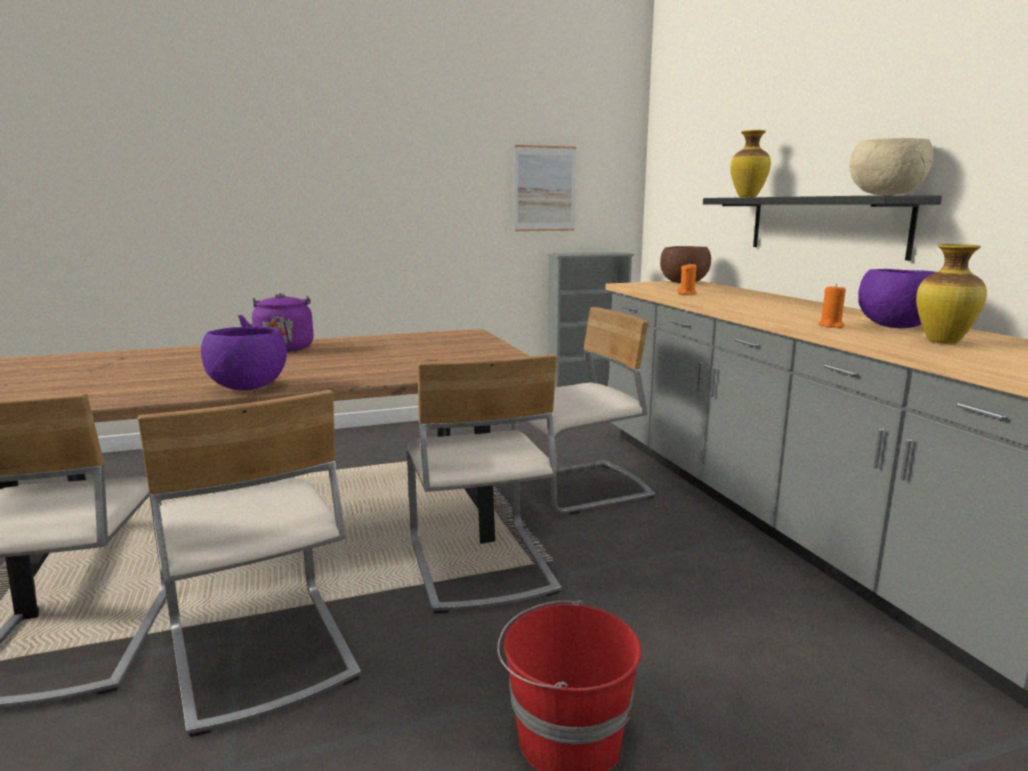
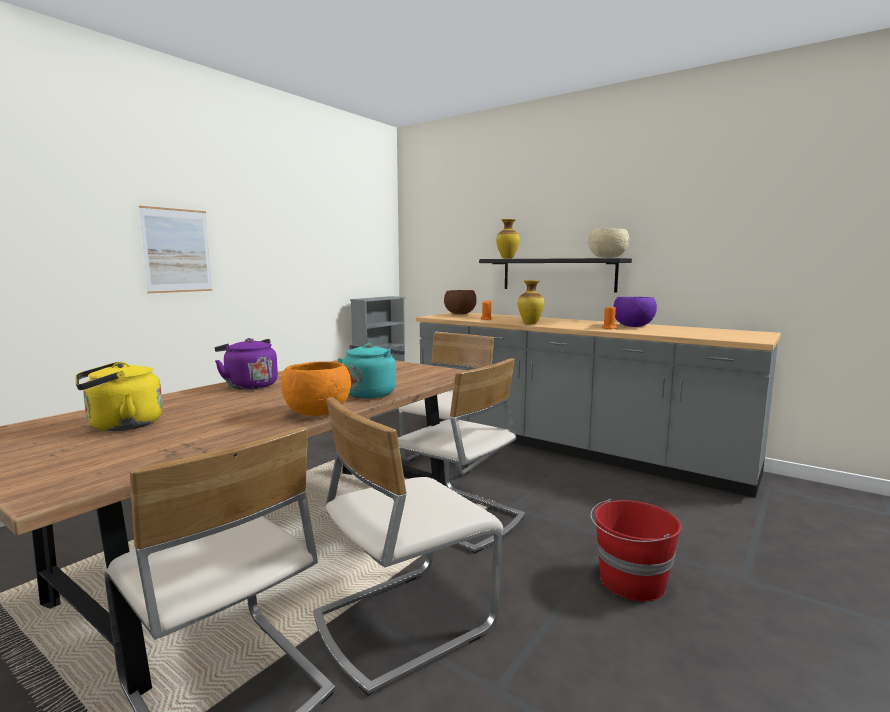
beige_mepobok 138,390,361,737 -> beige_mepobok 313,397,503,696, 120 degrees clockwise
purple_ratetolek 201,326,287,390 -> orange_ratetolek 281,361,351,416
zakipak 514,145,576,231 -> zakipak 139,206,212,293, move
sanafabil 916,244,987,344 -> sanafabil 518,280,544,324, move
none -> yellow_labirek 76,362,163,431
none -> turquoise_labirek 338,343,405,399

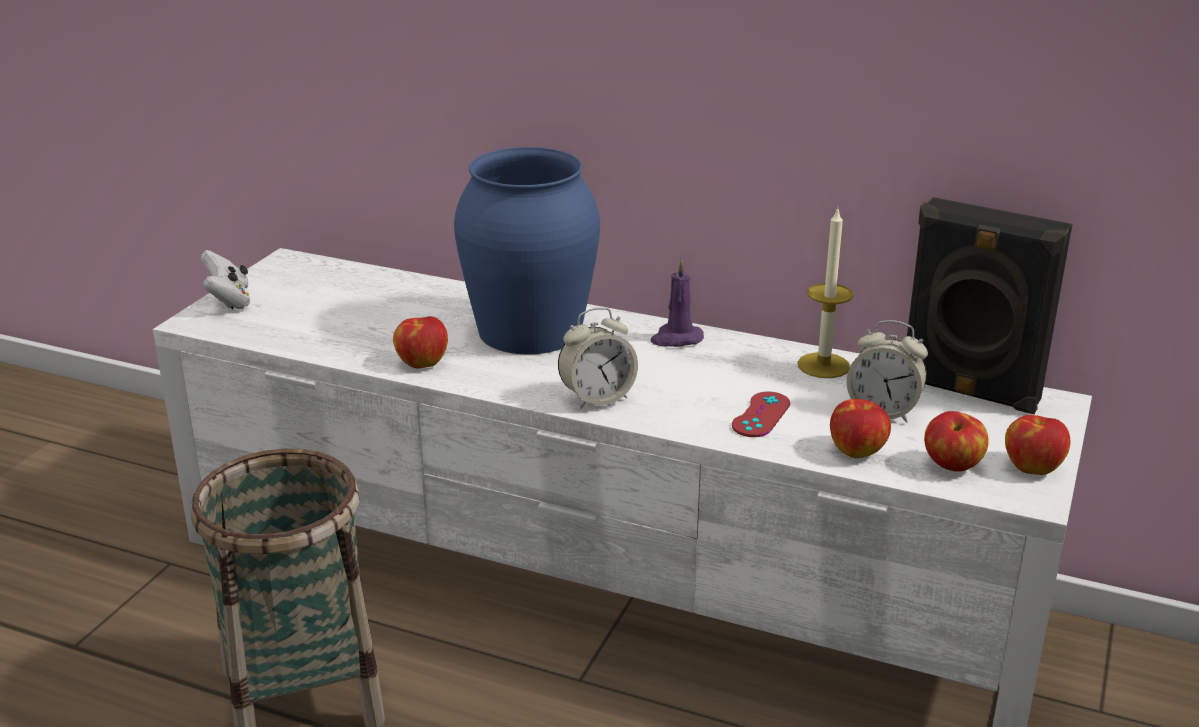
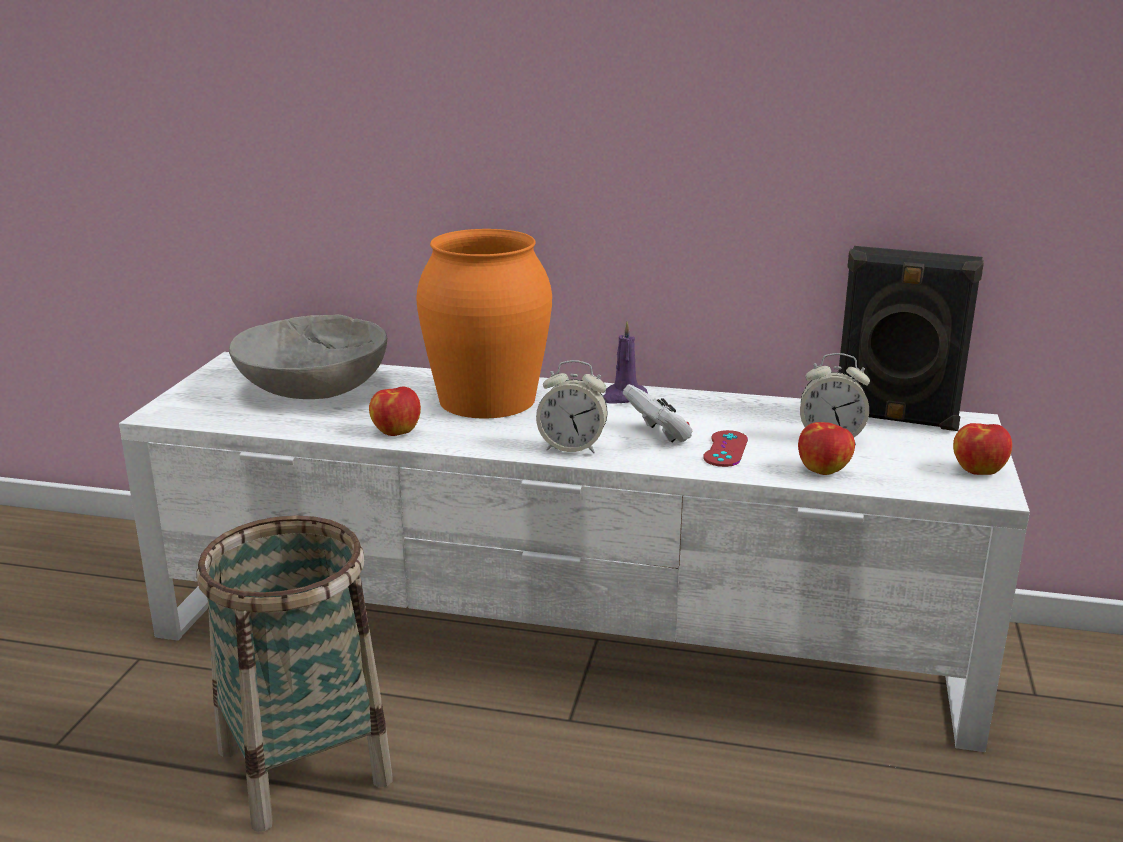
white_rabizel 201,250,250,309 -> white_rabizel 623,384,692,443, move
blue_sanafabil 454,147,600,354 -> orange_sanafabil 416,229,552,419
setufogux 558,307,638,409 -> setufogux 536,360,608,453, 45 degrees clockwise
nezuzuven 798,206,853,378 -> none
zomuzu 924,411,989,472 -> none
none -> grey_ratetolek 229,314,387,399

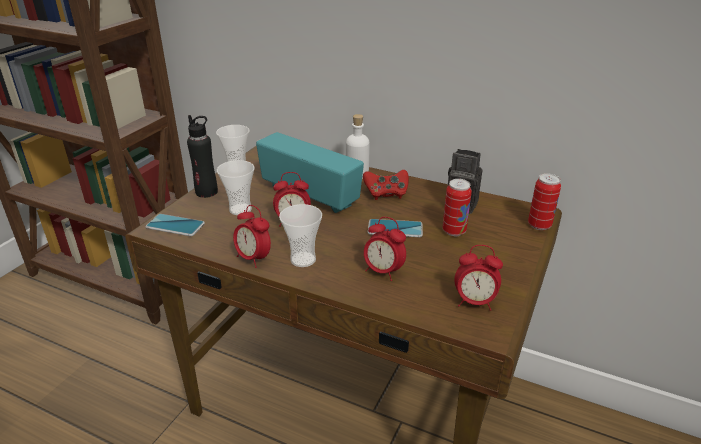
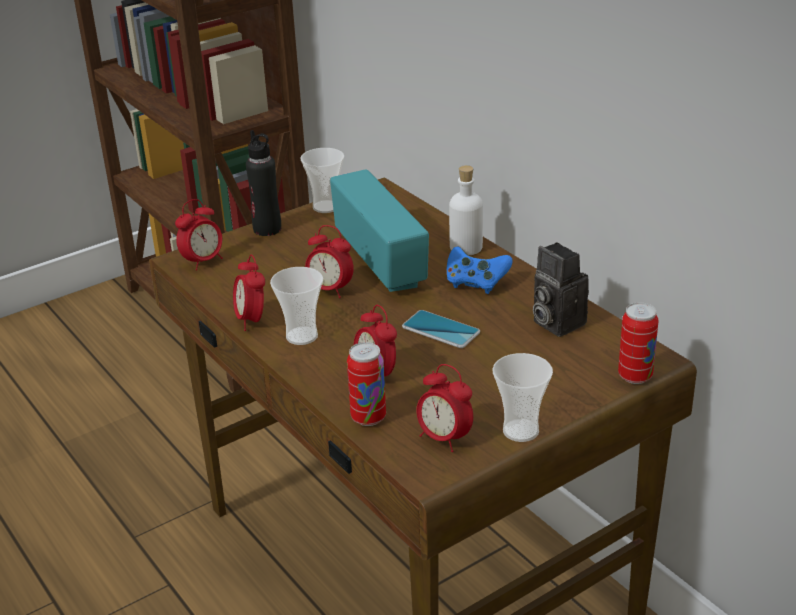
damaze 146,214,205,236 -> setufogux 175,199,223,270
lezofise 217,160,255,215 -> lezofise 492,353,553,442, move
red_rabizel 363,170,409,200 -> blue_rabizel 447,246,513,294
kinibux 443,179,472,236 -> kinibux 347,342,386,426, move

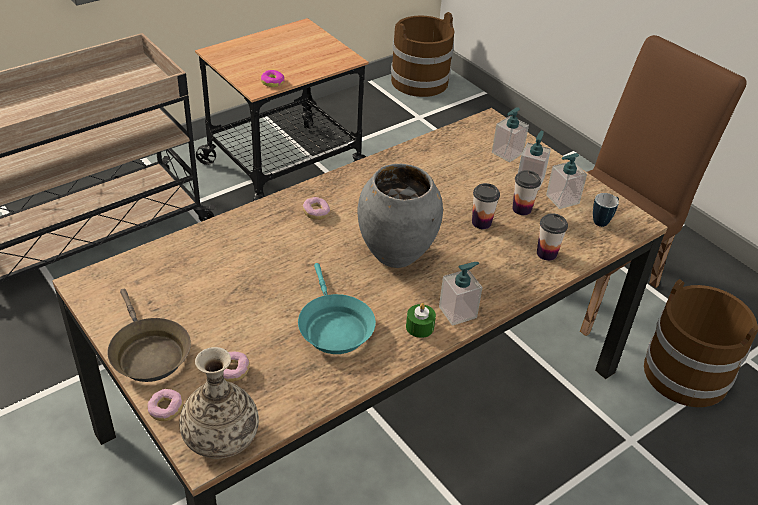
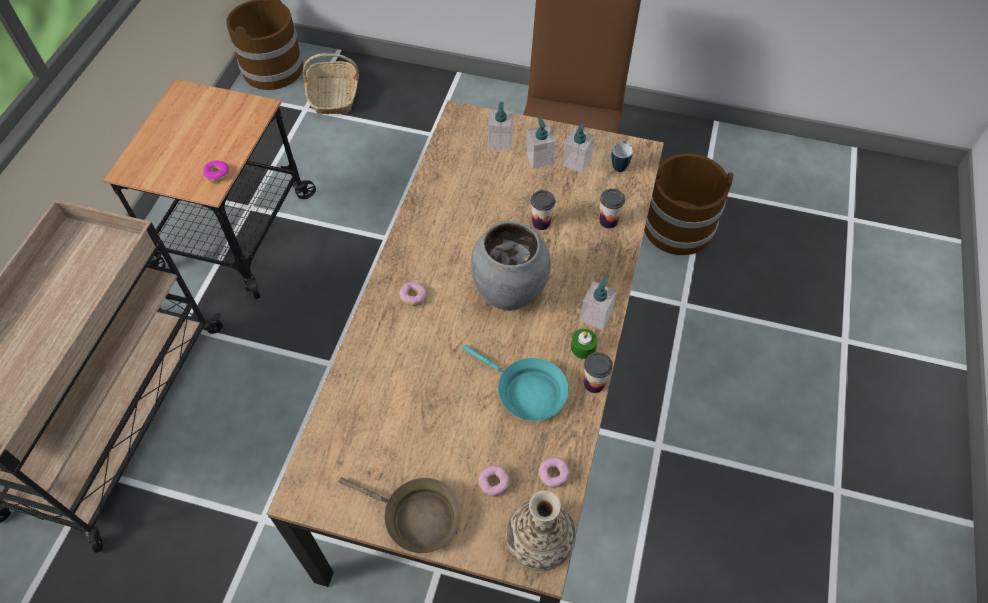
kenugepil 147,389,183,421 -> kenugepil 539,457,570,488, move
lezofise 512,170,541,215 -> lezofise 584,352,613,393, move
none -> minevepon 303,53,359,114

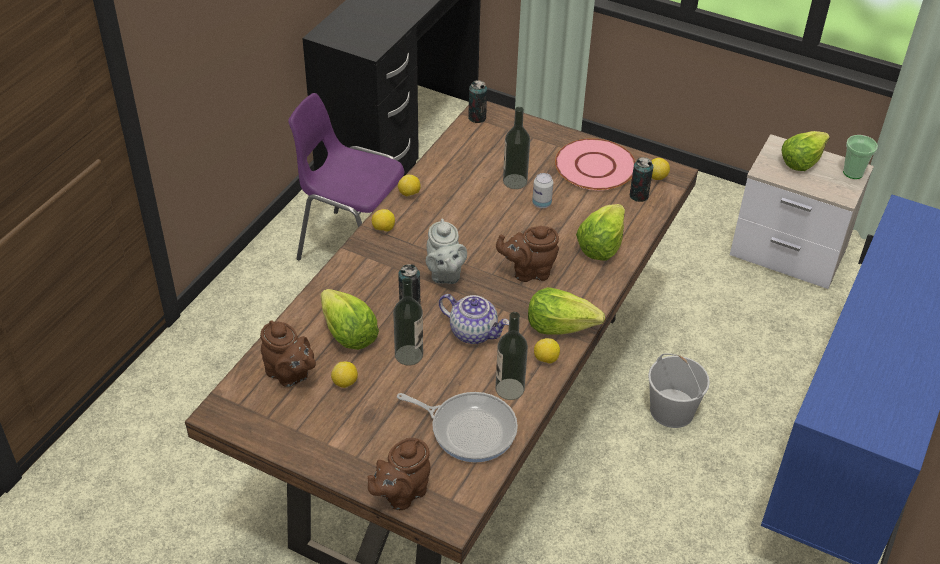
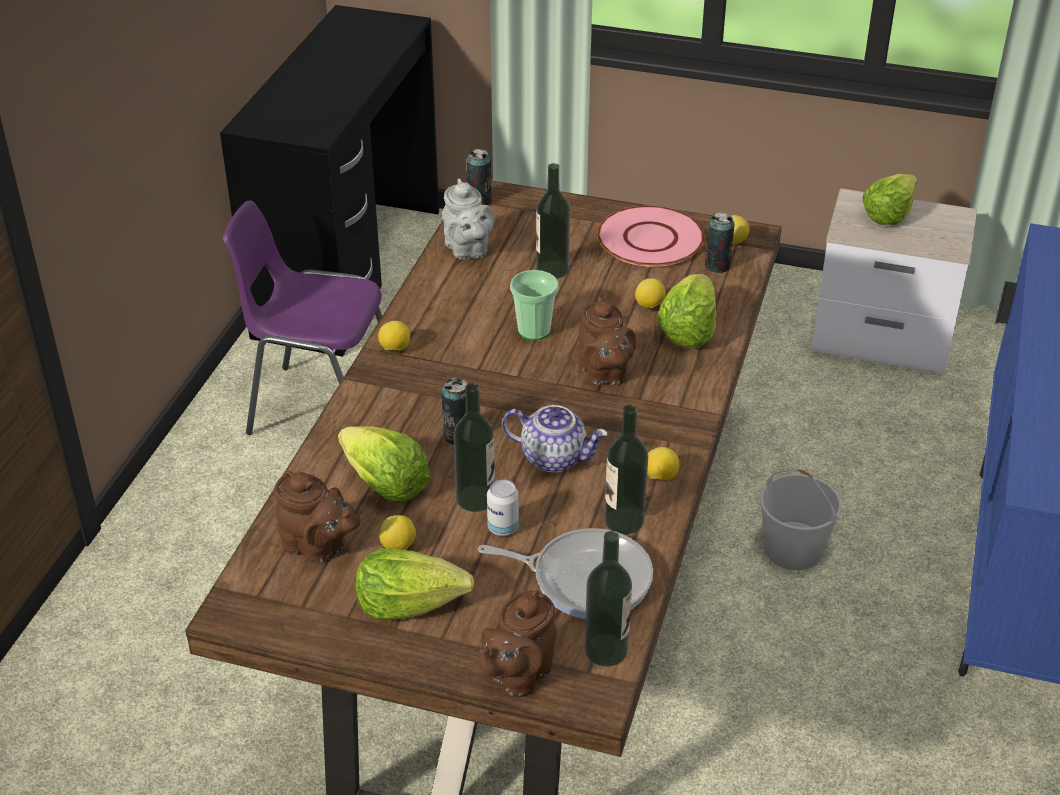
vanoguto 398,174,421,197 -> vanoguto 635,278,666,308, move
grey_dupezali 425,219,467,284 -> grey_dupezali 443,178,494,259, move
brown_dupezali 496,226,559,282 -> brown_dupezali 579,296,636,385, 90 degrees counterclockwise
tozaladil 528,287,605,335 -> tozaladil 356,548,474,620, move
kinibux 532,173,553,208 -> kinibux 487,480,519,536, move
lezofise 843,135,878,179 -> lezofise 510,270,559,341, move
none -> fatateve 585,531,632,666

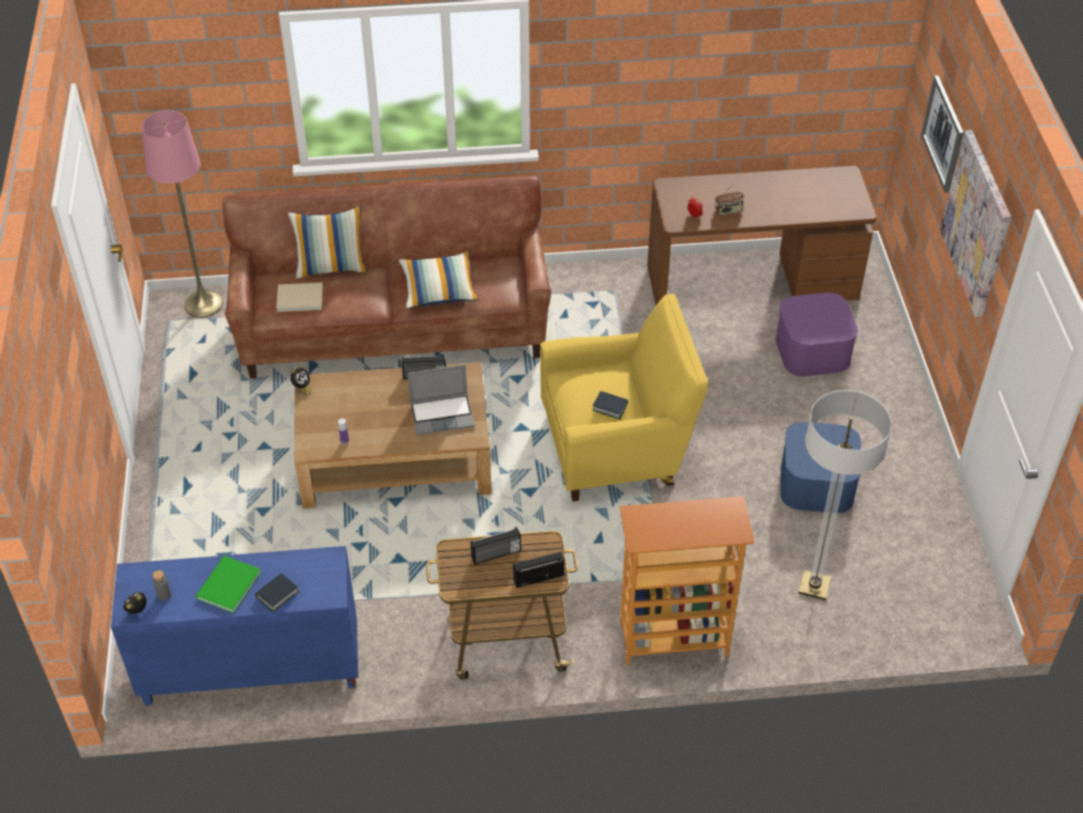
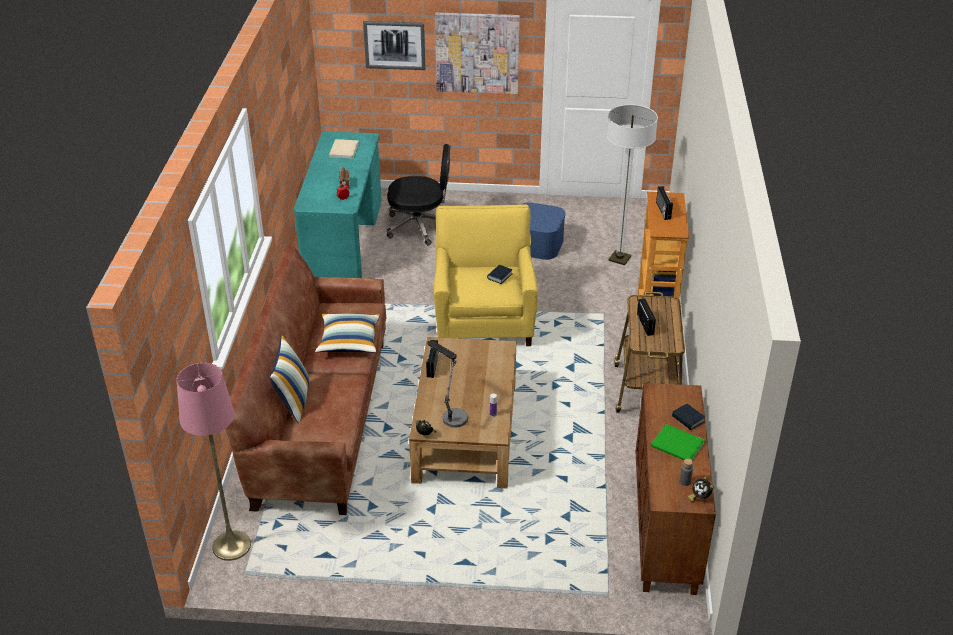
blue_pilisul 111,546,358,706 -> brown_pilisul 635,383,716,595
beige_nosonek 276,283,323,312 -> beige_nosonek 329,139,359,159, move
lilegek 408,364,475,435 -> none
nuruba 513,552,564,588 -> nuruba 656,186,673,220, move
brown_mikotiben 647,166,877,305 -> turquoise_mikotiben 294,131,382,278
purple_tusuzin 776,292,858,377 -> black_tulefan 387,144,451,245
none -> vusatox 427,340,468,428

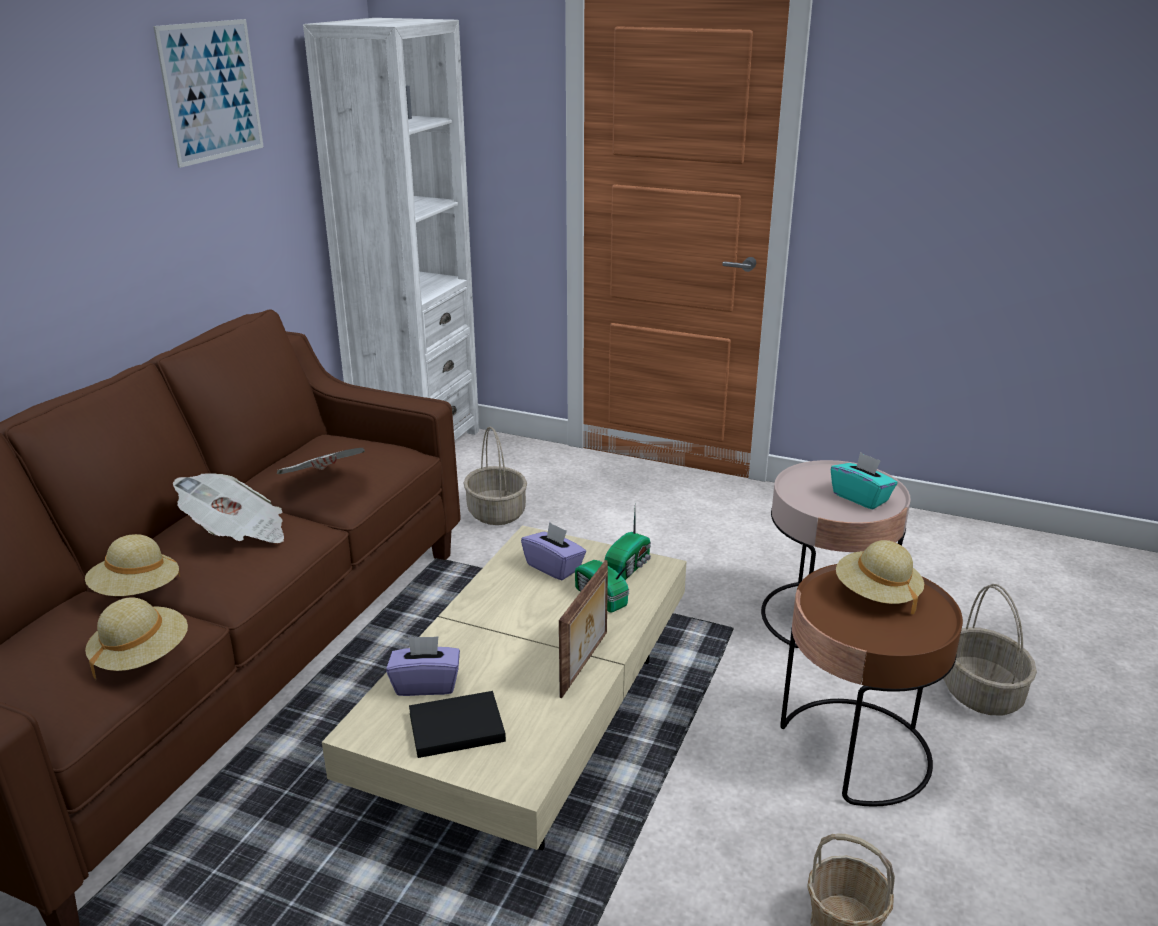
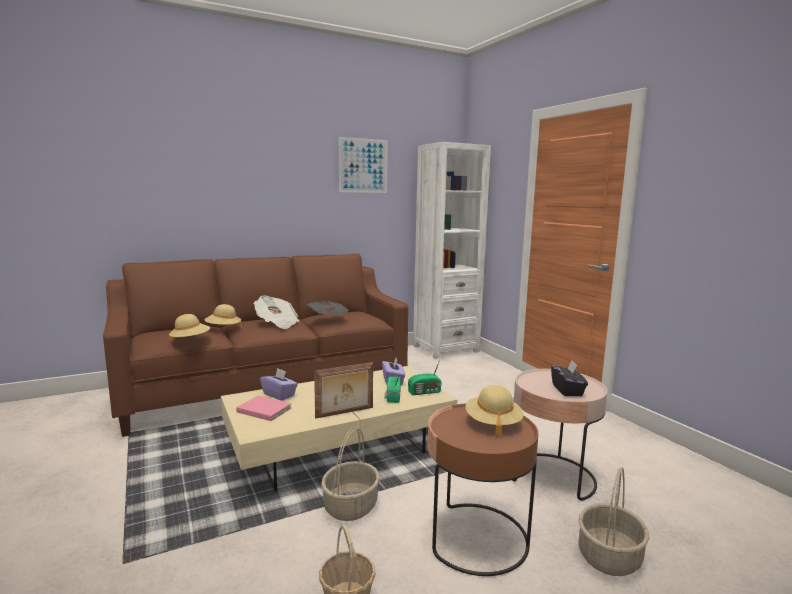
black_nosonek 409,691,506,758 -> pink_nosonek 236,395,292,421
minevepon 463,426,527,525 -> minevepon 321,427,380,521, move
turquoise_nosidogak 830,452,897,510 -> black_nosidogak 551,360,588,396

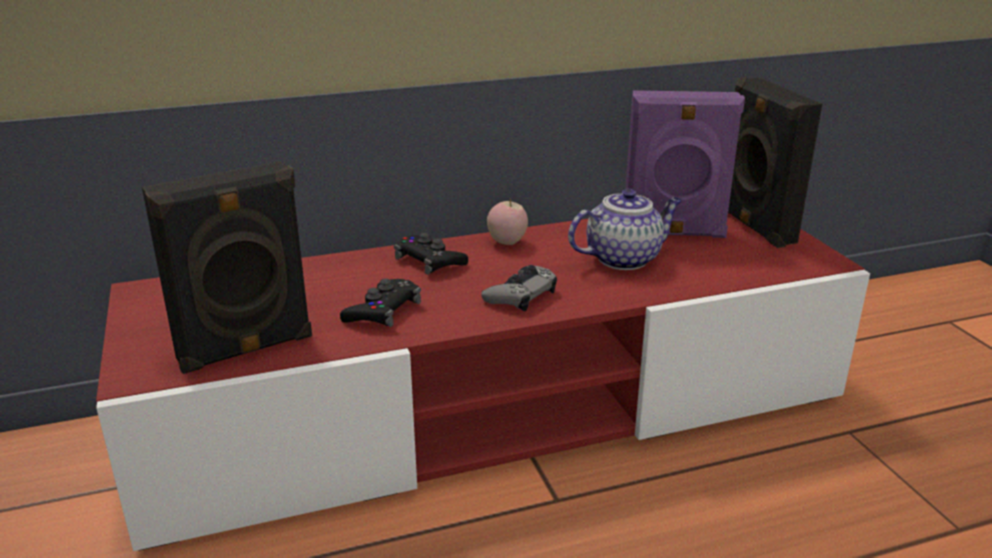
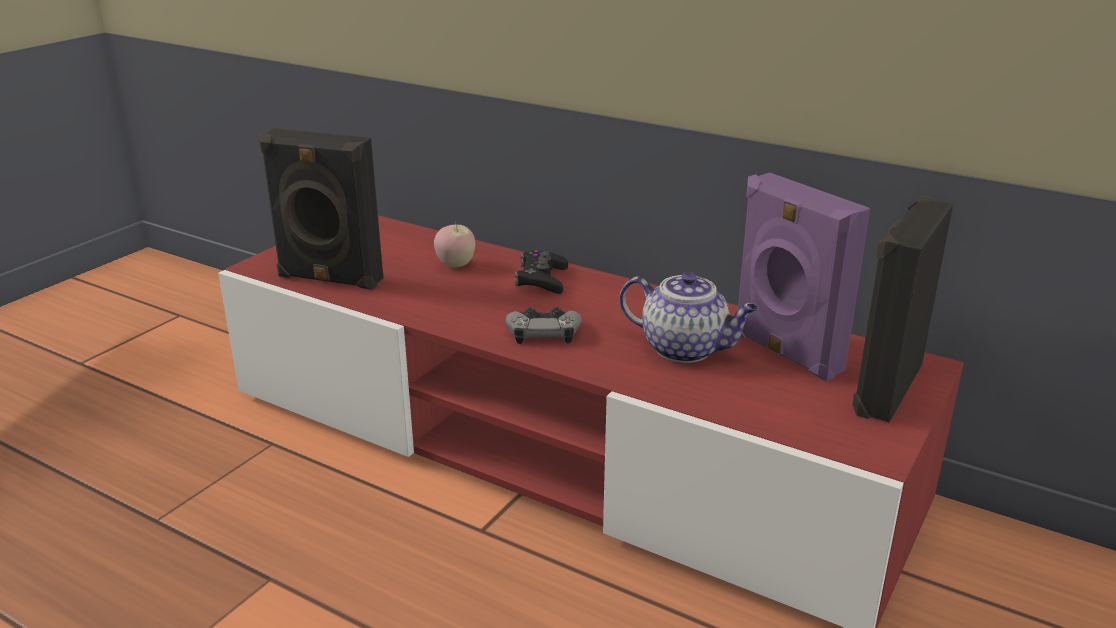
black_rabizel 340,279,421,327 -> none
zomuzu 487,199,528,245 -> zomuzu 434,224,475,268, move

